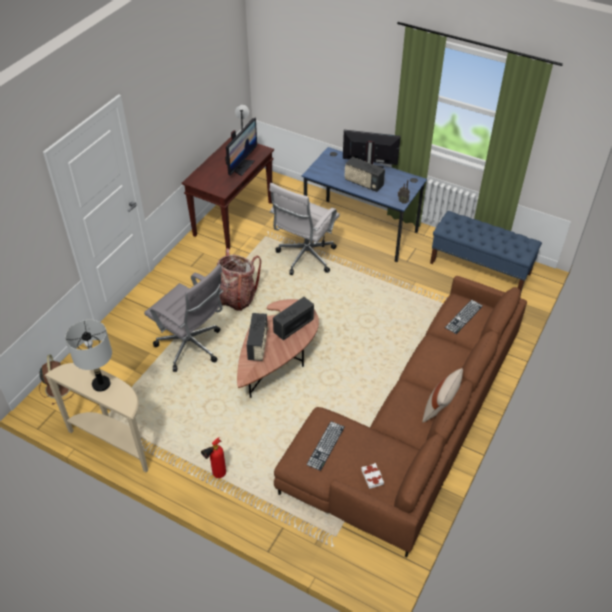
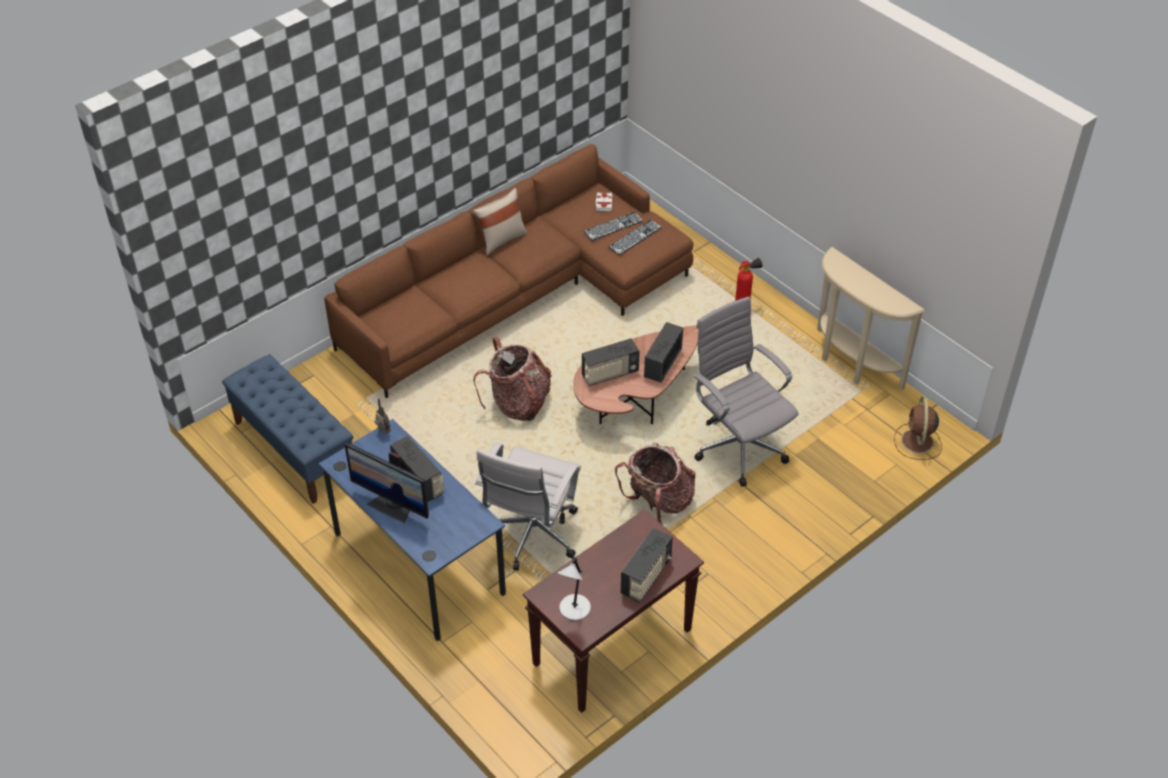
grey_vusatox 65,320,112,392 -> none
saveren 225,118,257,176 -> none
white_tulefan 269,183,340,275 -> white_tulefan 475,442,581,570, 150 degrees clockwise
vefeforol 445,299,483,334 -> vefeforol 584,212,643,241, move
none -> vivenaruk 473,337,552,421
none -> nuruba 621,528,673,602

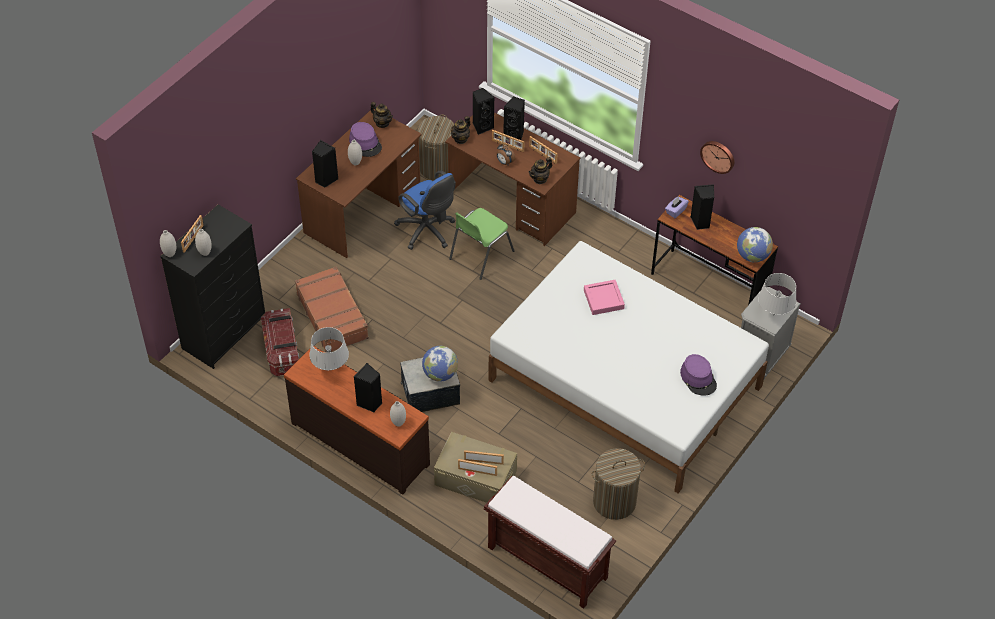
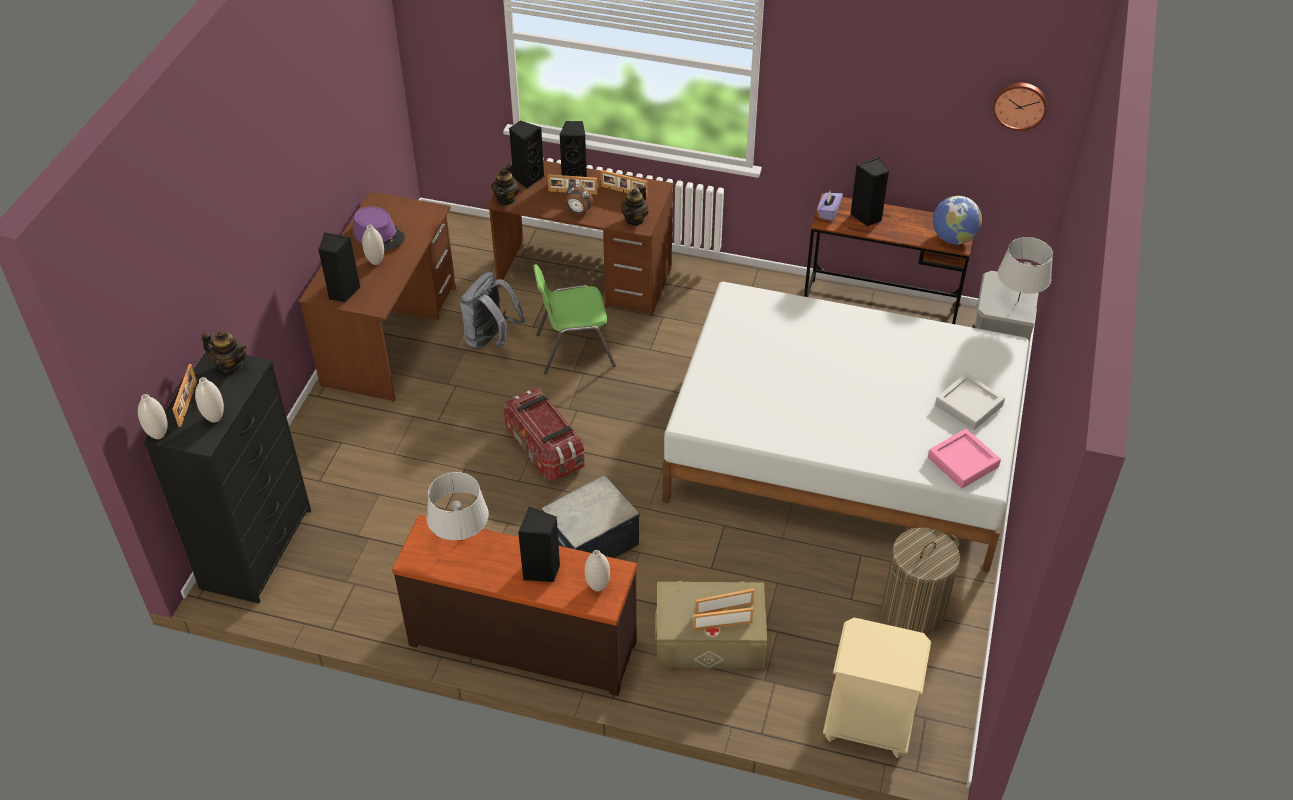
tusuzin 261,308,299,376 -> tusuzin 503,388,585,481, move
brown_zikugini 295,266,369,352 -> none
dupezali 370,102,393,128 -> dupezali 202,331,247,373, move
blue_tulefan 394,170,456,250 -> grey_vivenaruk 460,272,525,349
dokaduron 418,115,454,181 -> none
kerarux 422,346,458,382 -> none
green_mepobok 449,208,515,280 -> green_mepobok 533,264,616,374, 60 degrees clockwise
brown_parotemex 484,476,616,609 -> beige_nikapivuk 823,618,931,758
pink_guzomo 584,280,625,315 -> pink_guzomo 928,429,1001,488, move
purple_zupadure 680,354,717,396 -> grey_guzomo 935,373,1005,430
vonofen 700,141,734,174 -> vonofen 992,83,1047,131, move

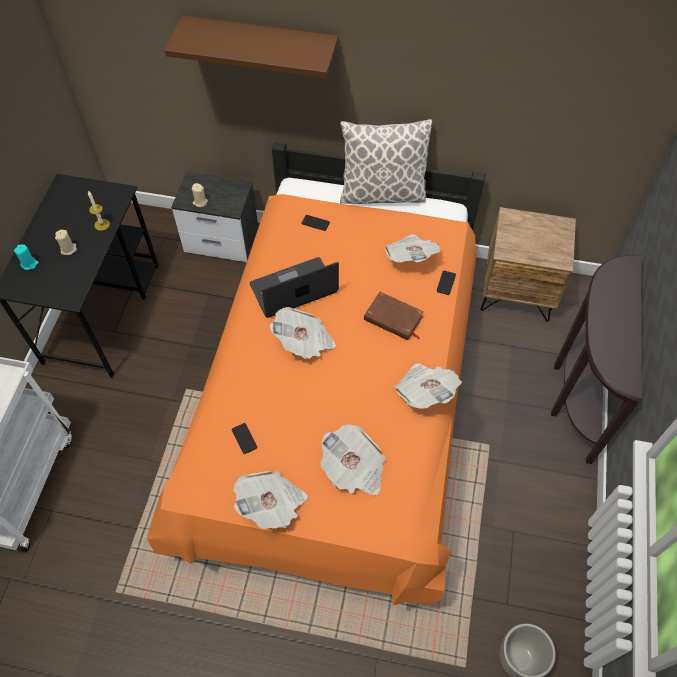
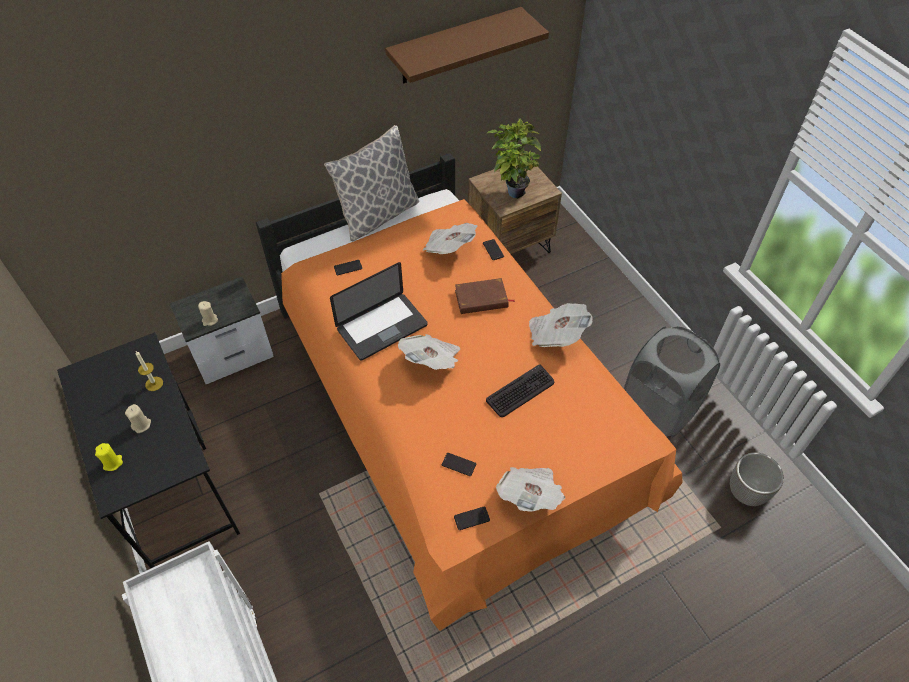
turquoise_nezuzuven 14,244,39,270 -> yellow_nezuzuven 95,443,123,471
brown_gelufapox 165,15,338,78 -> brown_gelufapox 385,7,549,83, move
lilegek 250,257,339,318 -> lilegek 330,262,428,361, 150 degrees counterclockwise
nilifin 320,425,386,496 -> none
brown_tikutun 551,255,642,464 -> none
none -> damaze 454,507,490,530
none -> vefeforol 486,364,554,417
none -> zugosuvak 487,118,541,199
none -> grey_dokaduron 624,326,720,438

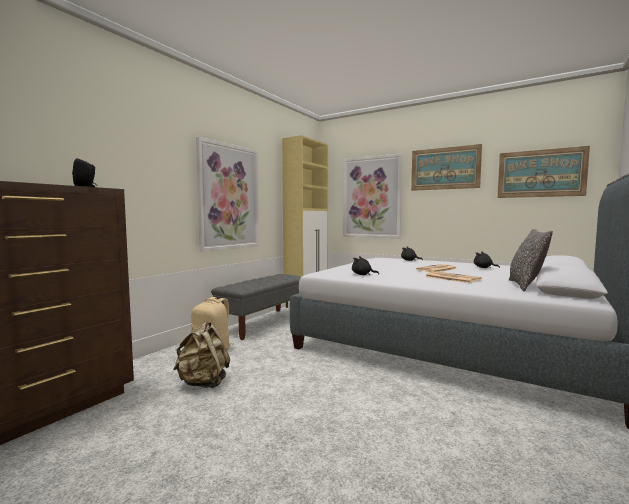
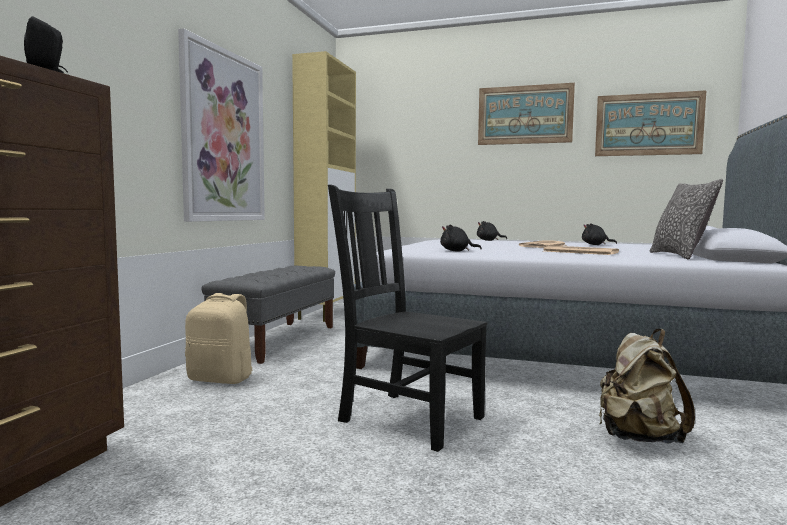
beige_vivenaruk 173,321,230,389 -> beige_vivenaruk 599,329,695,443, move
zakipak 343,153,402,238 -> none
none -> black_mepobok 328,184,487,452

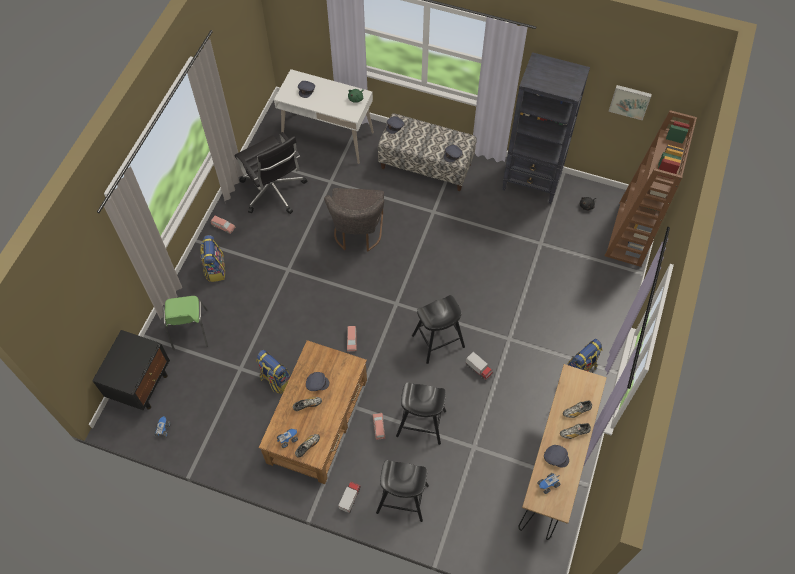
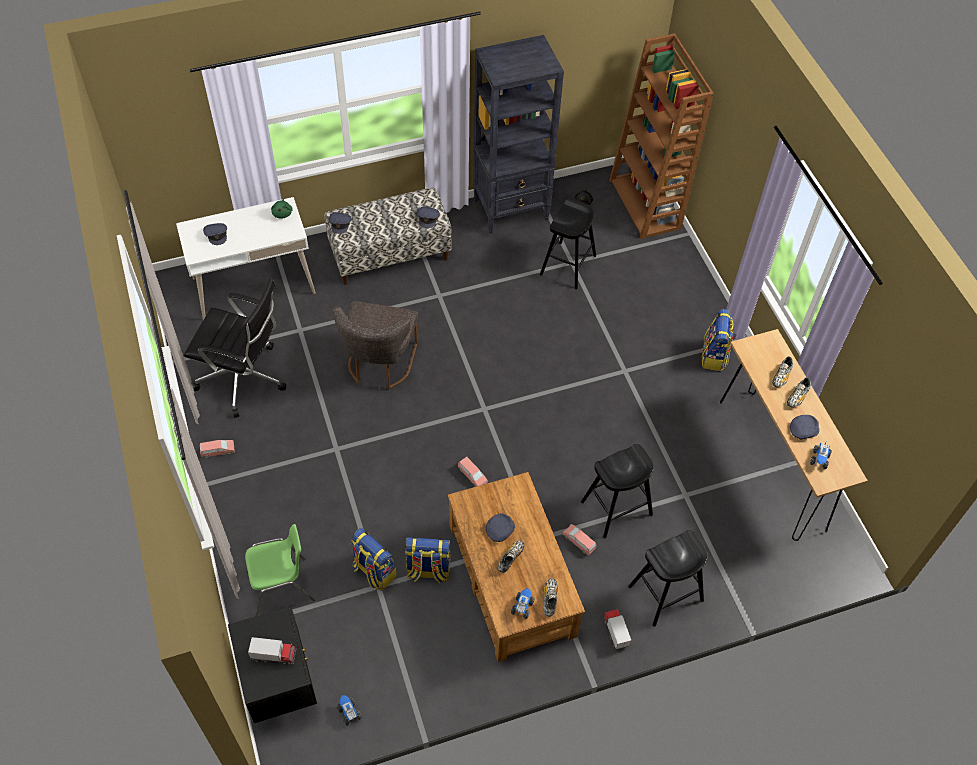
green_mepobok 163,296,208,351 -> green_mepobok 245,524,315,616, 60 degrees counterclockwise
vivenaruk 200,235,225,282 -> vivenaruk 351,528,397,590, move
grey_mepobok 324,188,384,251 -> grey_mepobok 332,301,418,389, 45 degrees clockwise
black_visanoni 412,295,465,364 -> black_visanoni 540,198,596,289, move
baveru 466,352,493,381 -> baveru 248,637,296,665, move
zakipak 608,85,652,120 -> none

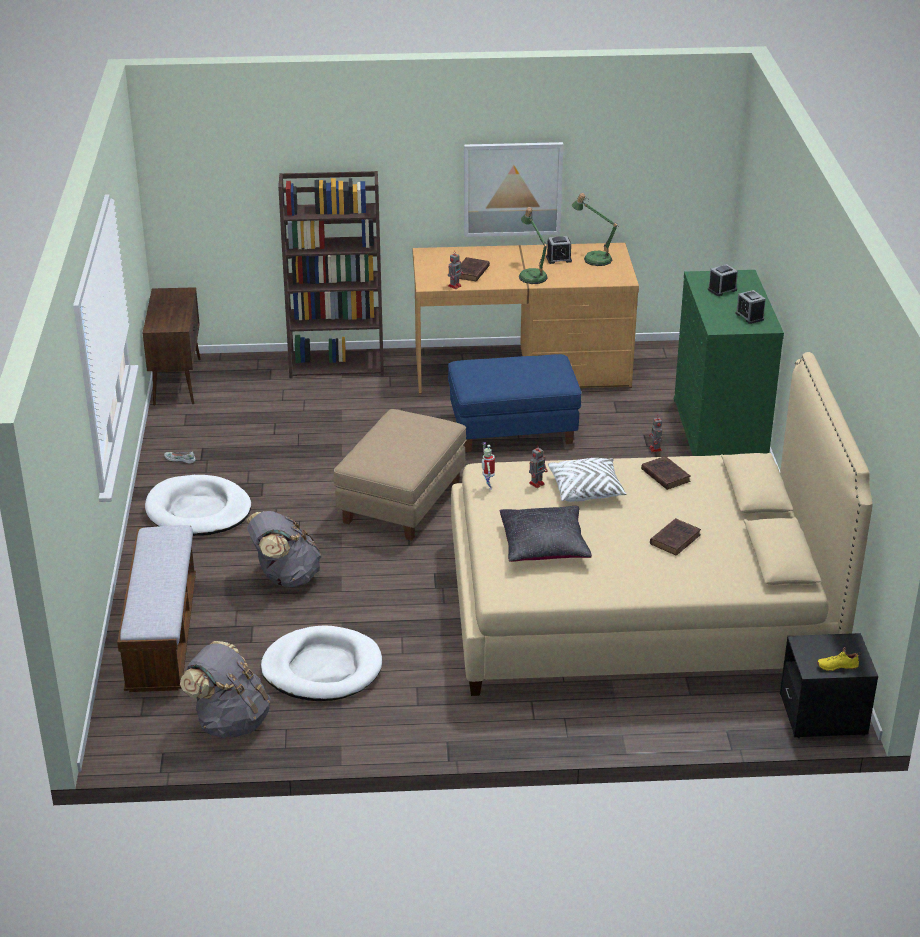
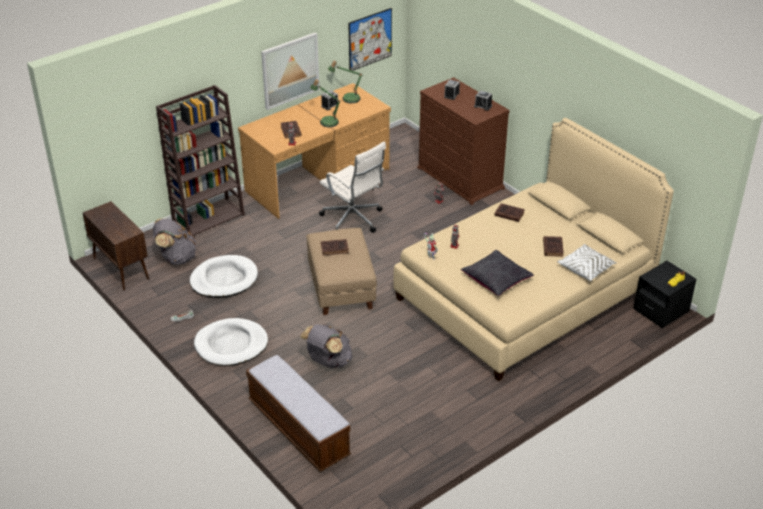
grey_vivenaruk 180,641,271,738 -> grey_vivenaruk 153,218,196,265, move
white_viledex 261,625,382,701 -> white_viledex 190,255,258,298, move
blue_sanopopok 448,354,582,452 -> white_tulefan 319,141,386,233
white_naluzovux 548,458,626,502 -> white_naluzovux 557,244,617,281, move
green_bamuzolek 674,270,784,456 -> brown_bamuzolek 417,77,510,205
none -> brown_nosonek 321,239,349,255
none -> zakipak 348,8,392,71

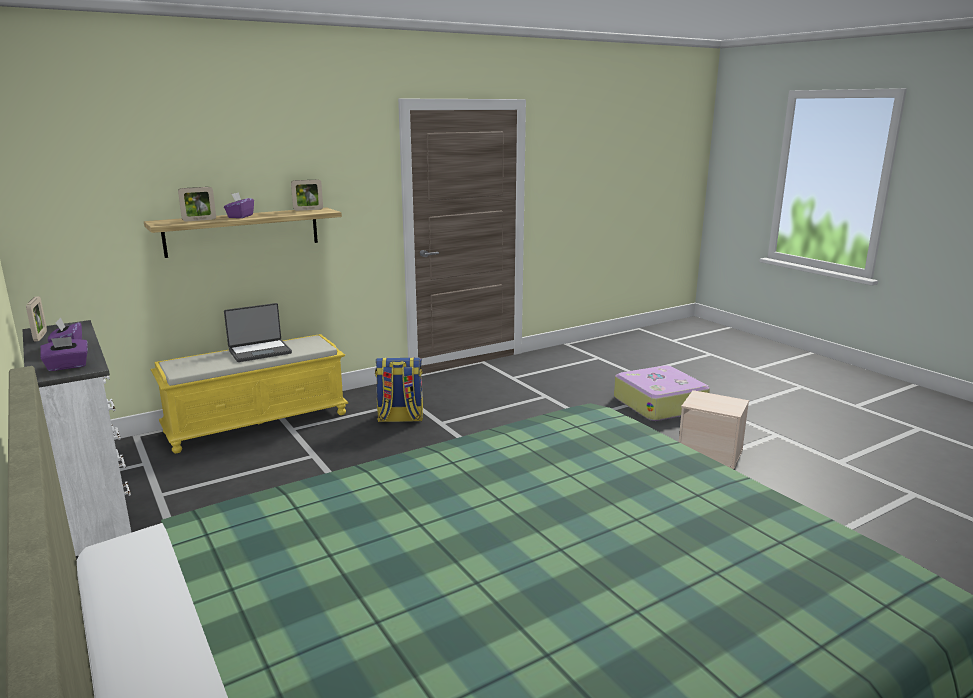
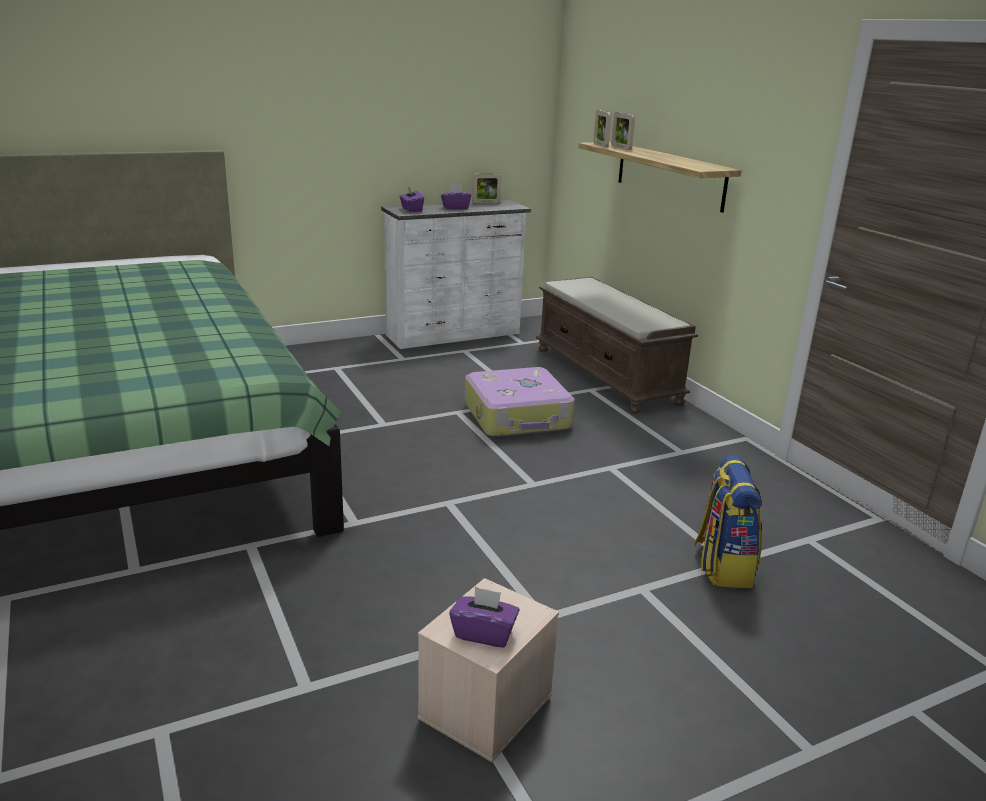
yellow_parotemex 151,334,348,453 -> brown_parotemex 536,276,698,414
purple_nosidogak 224,192,254,218 -> purple_nosidogak 449,586,520,648, move
lilegek 224,303,292,362 -> none
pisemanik 291,180,323,211 -> pisemanik 593,110,611,147, move
vivenaruk 375,358,423,422 -> vivenaruk 694,456,762,588, move
zikugini 614,365,710,421 -> zikugini 465,367,575,437, move

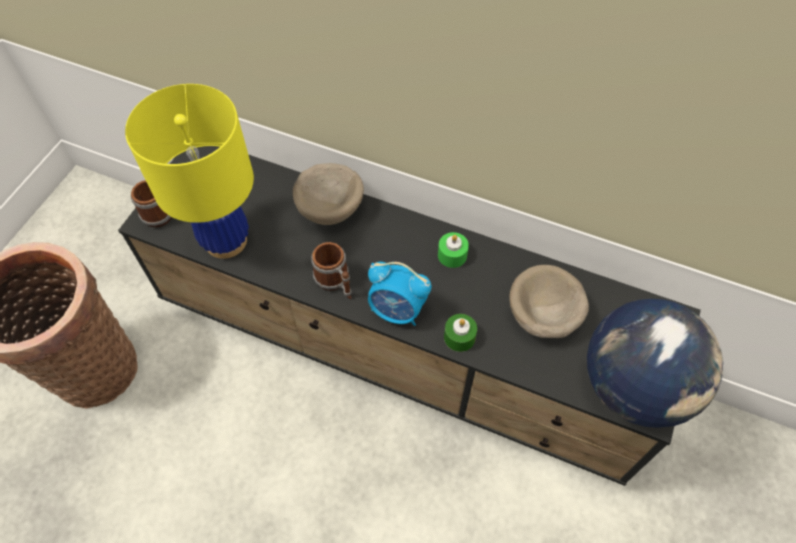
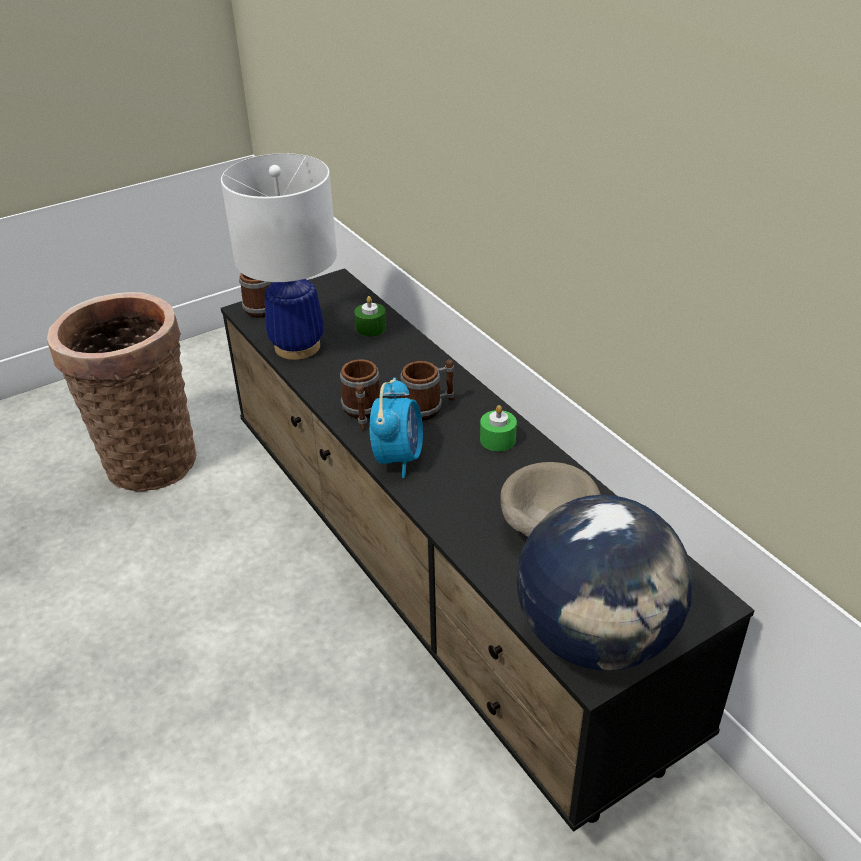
yellow_vusatox 125,84,254,259 -> white_vusatox 221,153,337,360
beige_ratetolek 293,163,364,225 -> none
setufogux 368,262,431,326 -> setufogux 370,377,423,478, 135 degrees counterclockwise
green_nezuzuven 444,314,477,352 -> green_nezuzuven 355,296,386,337, move
none -> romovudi 400,359,455,421

